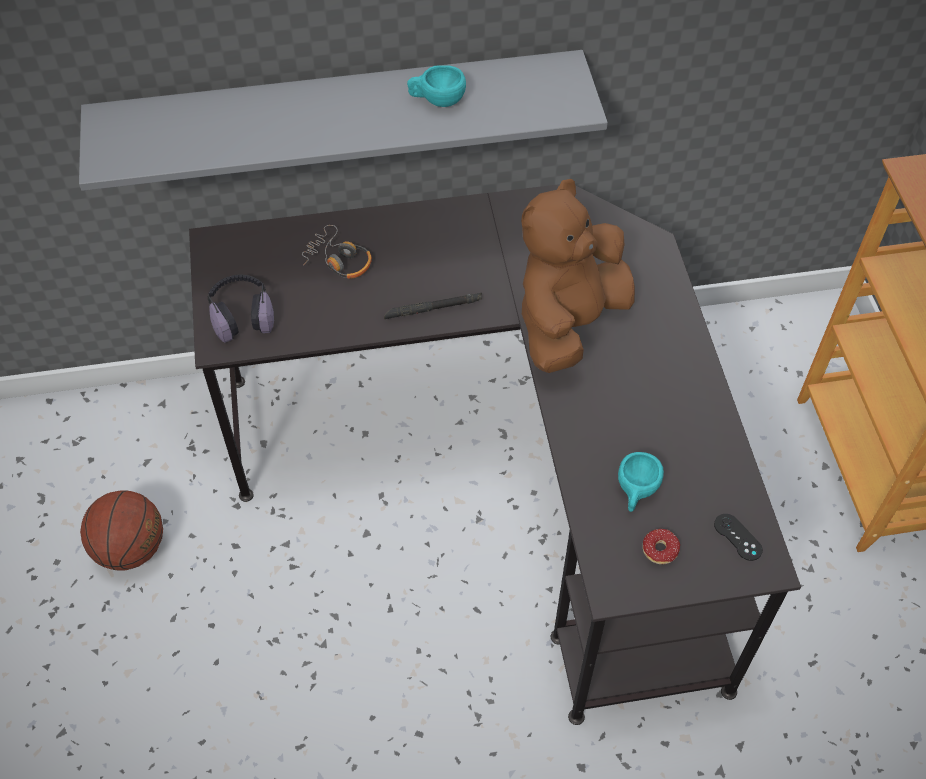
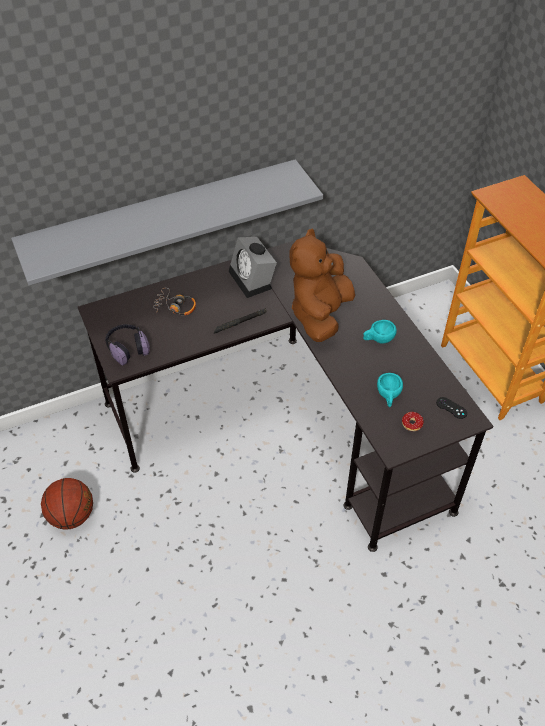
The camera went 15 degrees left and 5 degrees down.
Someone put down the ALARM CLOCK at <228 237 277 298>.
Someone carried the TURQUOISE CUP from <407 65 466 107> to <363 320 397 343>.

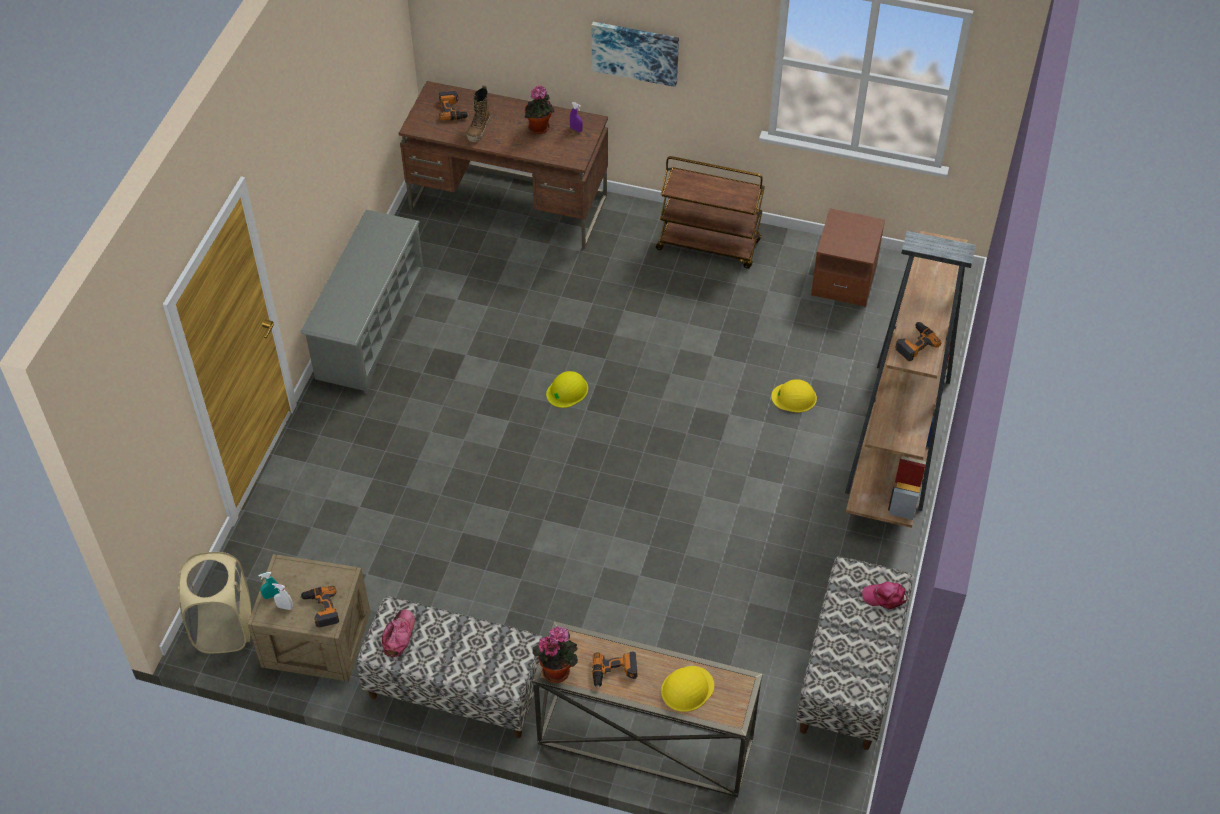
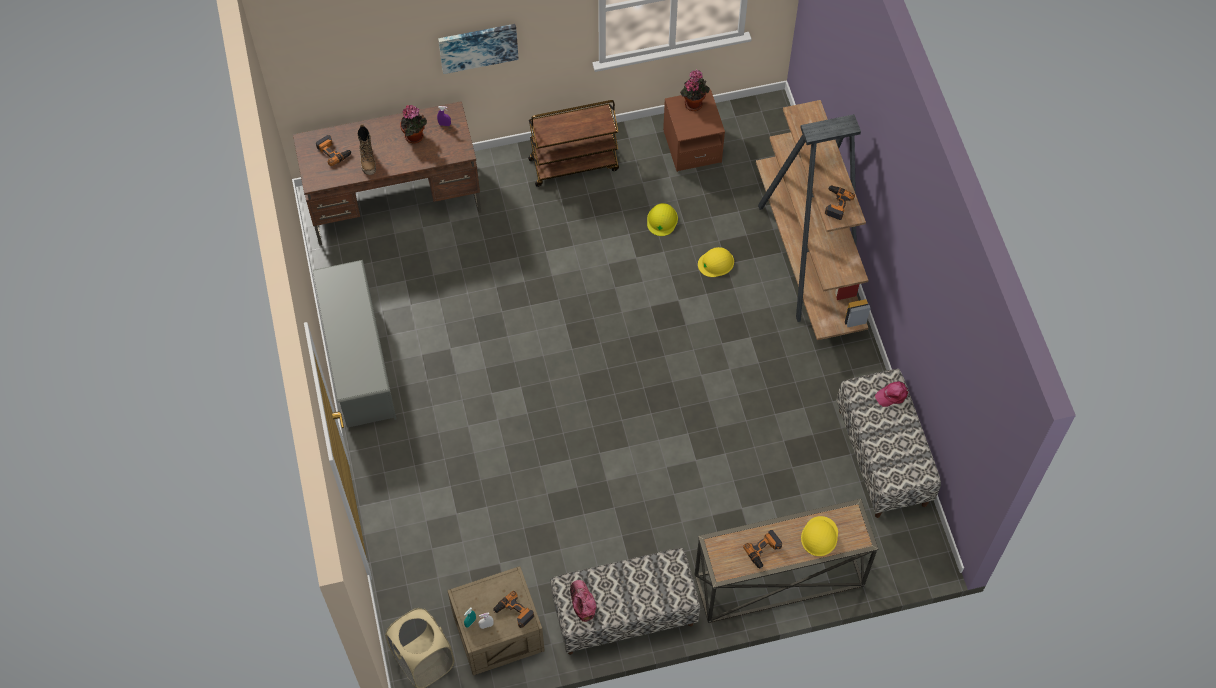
The camera went 30 degrees left and 10 degrees up.
Someone carried the POTTED PLANT from <533 626 578 683> to <680 69 710 111>.
Someone carried the YELLOW HARD HAT from <546 371 588 408> to <647 203 678 236>.

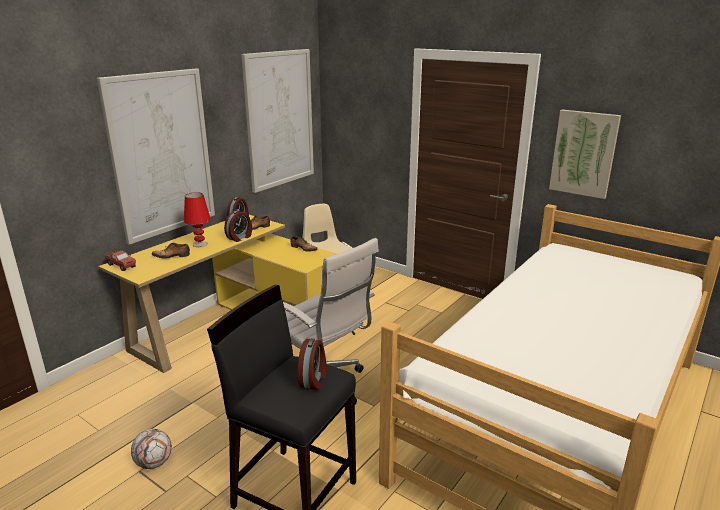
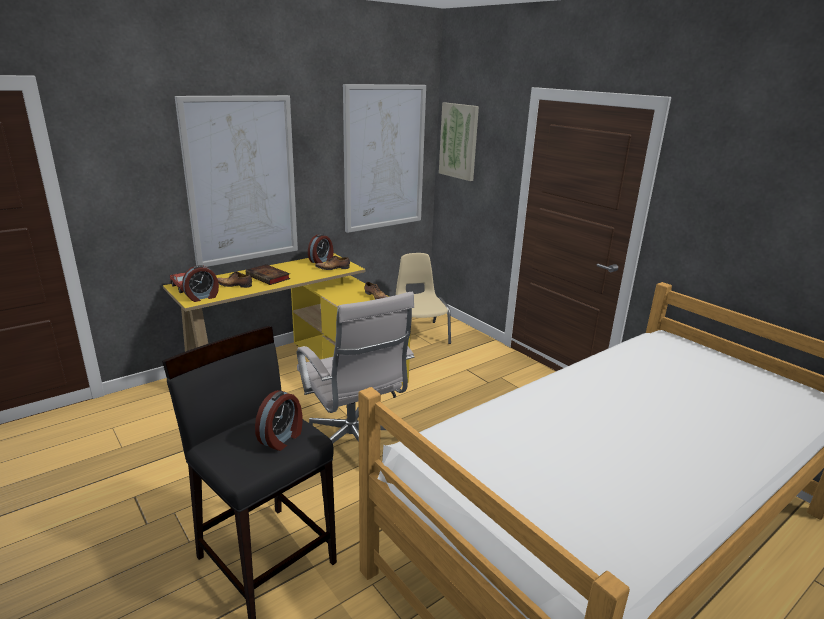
The camera went 15 degrees right and 0 degrees up.
Someone took away the FOOTBALL at <131 429 172 469>.
Someone carried the ALARM CLOCK from <224 210 252 242> to <182 265 219 302>.
Someone carried the PICTURE from <549 110 621 199> to <439 103 479 181>.
Someone swapped the RED TABLE LAMP at <184 192 211 247> for the BOOK at <246 264 290 285>.

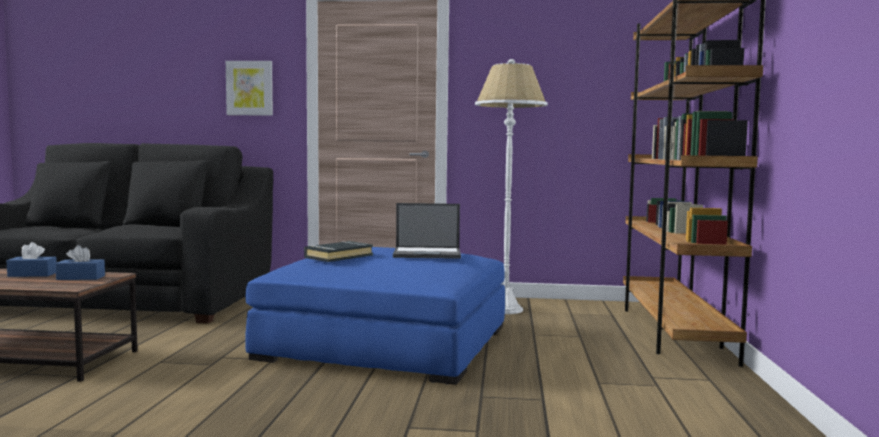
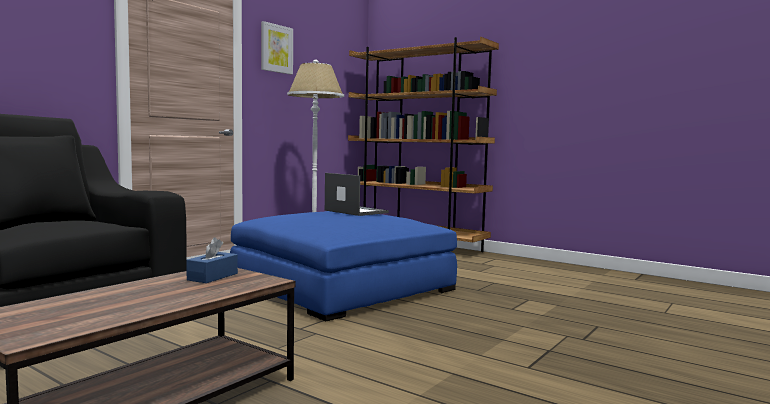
The camera went 60 degrees left and 0 degrees up.
Someone took away the BLUE TISSUE BOX at <6 242 57 277>.
Someone took away the BLACK BOOK at <304 241 373 262>.
Someone carried the PICTURE from <226 61 273 116> to <261 21 293 74>.
Someone rotated the LAPTOP at <393 203 461 259> by 75 degrees counterclockwise.

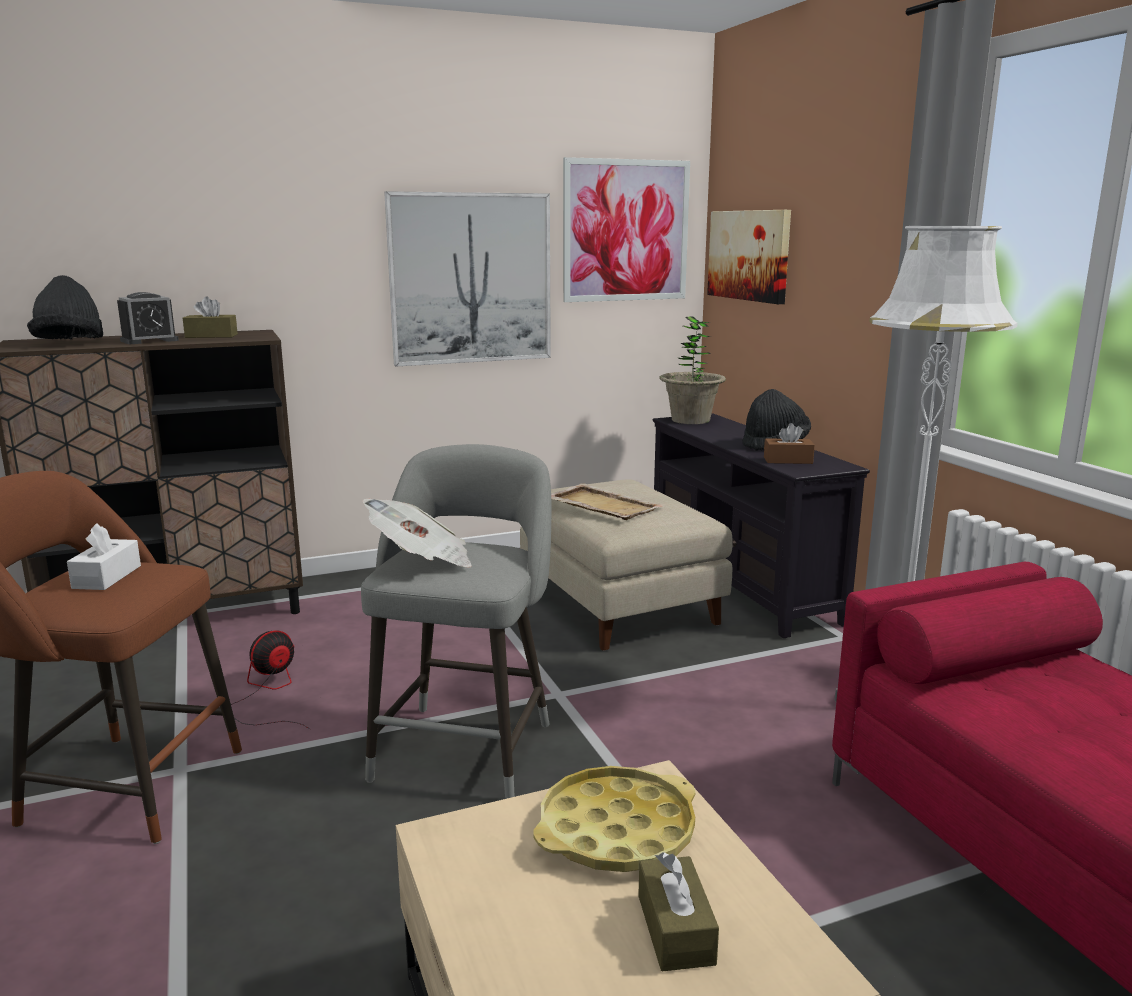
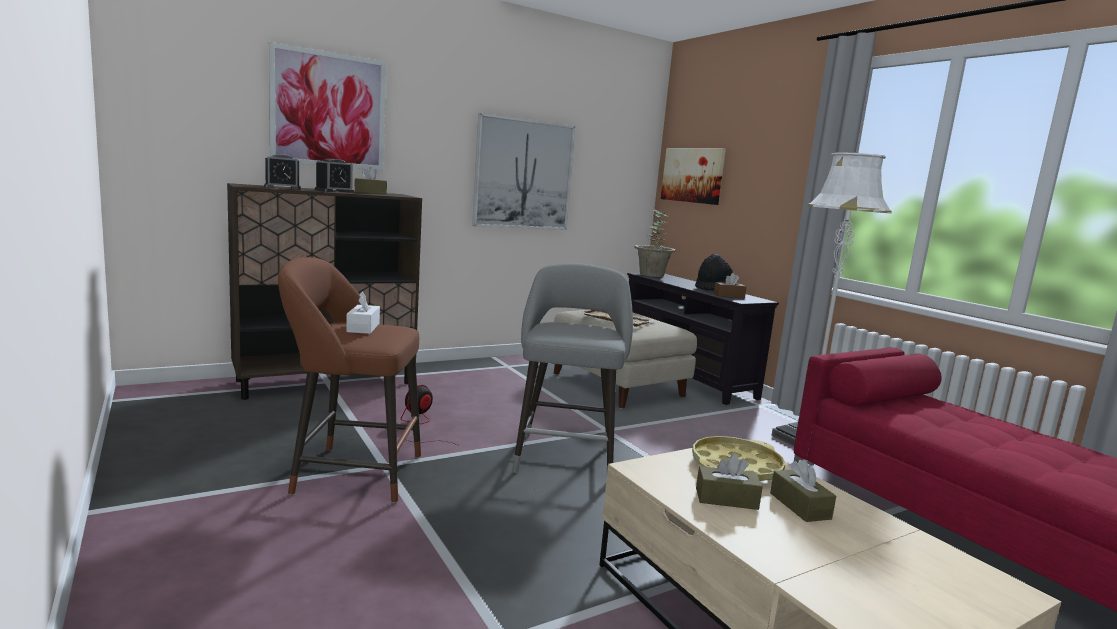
The camera went 10 degrees left and 5 degrees down.
Someone took away the NEWSPAPER at <363 498 471 567>.
Someone put down the BROWN TISSUE BOX at <696 454 763 510>.
Someone carried the PICTURE from <563 157 690 302> to <269 42 386 171>.
Someone swapped the BLACK HAT at <27 275 103 339> for the ALARM CLOCK at <264 154 301 190>.

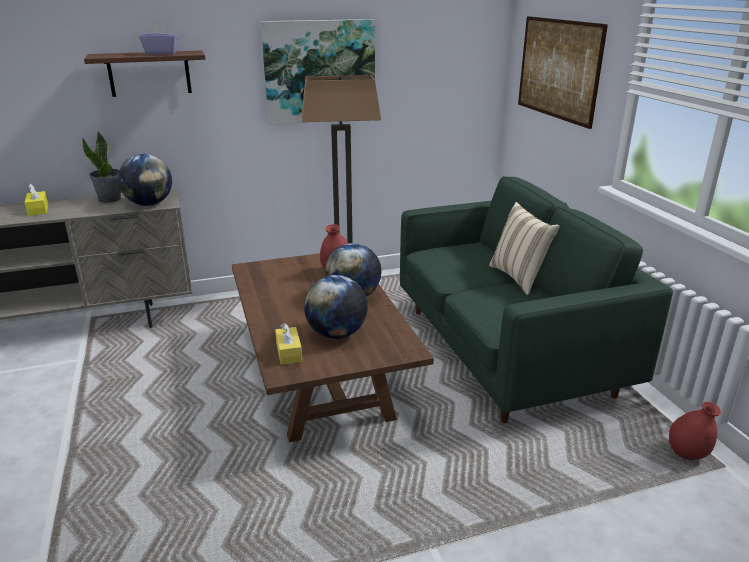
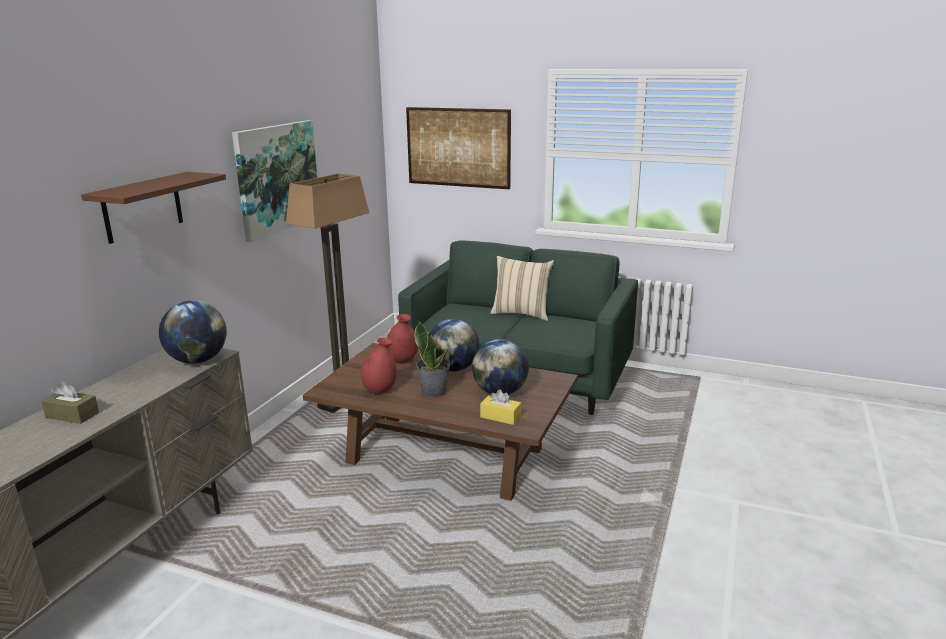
The camera went 50 degrees left and 5 degrees down.
Someone took away the PURPLE TISSUE BOX at <139 25 179 55>.
Someone carried the POTTED PLANT from <82 131 121 203> to <414 321 450 397>.
Someone carried the RED VASE from <669 401 721 460> to <361 338 397 394>.
Someone repainted the YELLOW TISSUE BOX at <25 184 48 216>, which became the BROWN TISSUE BOX at <41 382 99 424>.

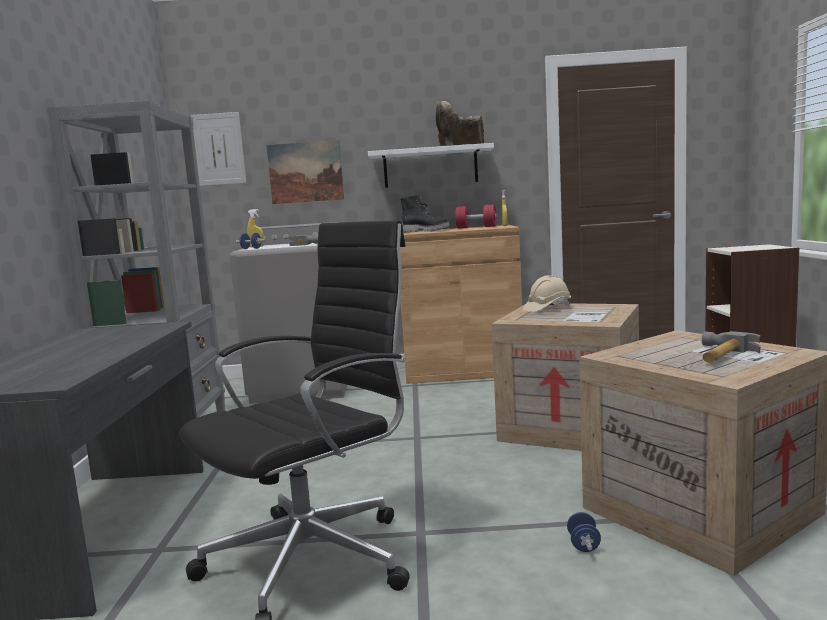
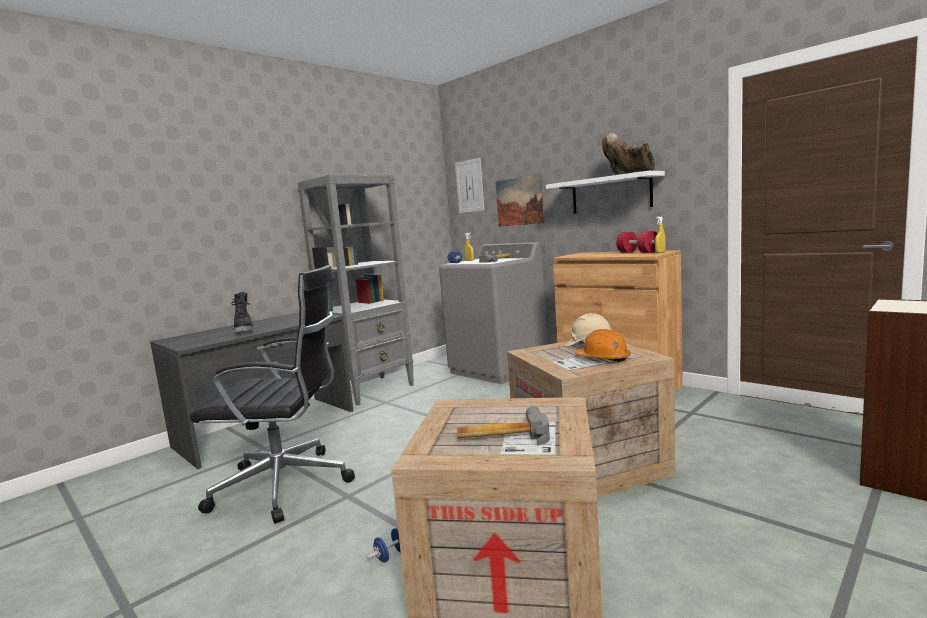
The camera went 45 degrees right and 0 degrees up.
Someone put down the ORANGE HARD HAT at <575 329 631 362>.
Someone carried the BLACK BOOT from <400 195 450 233> to <231 292 254 334>.

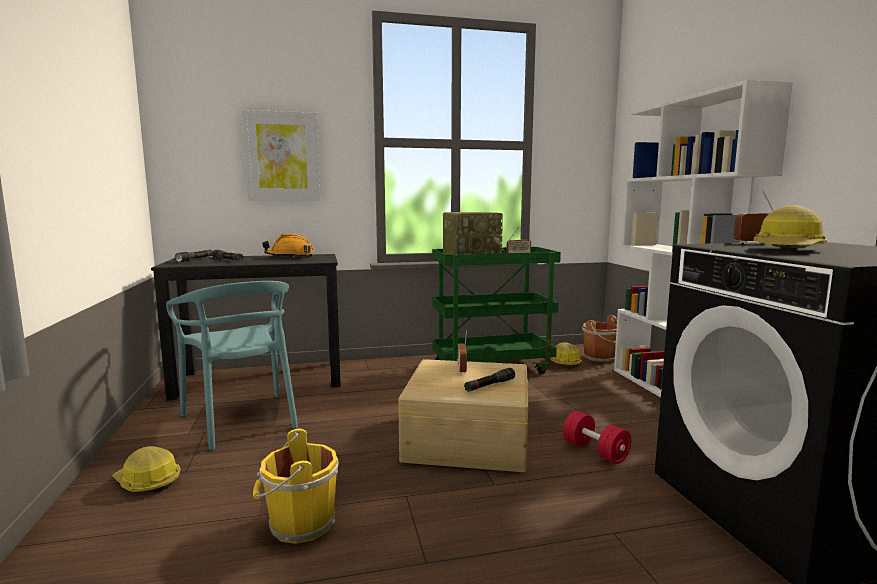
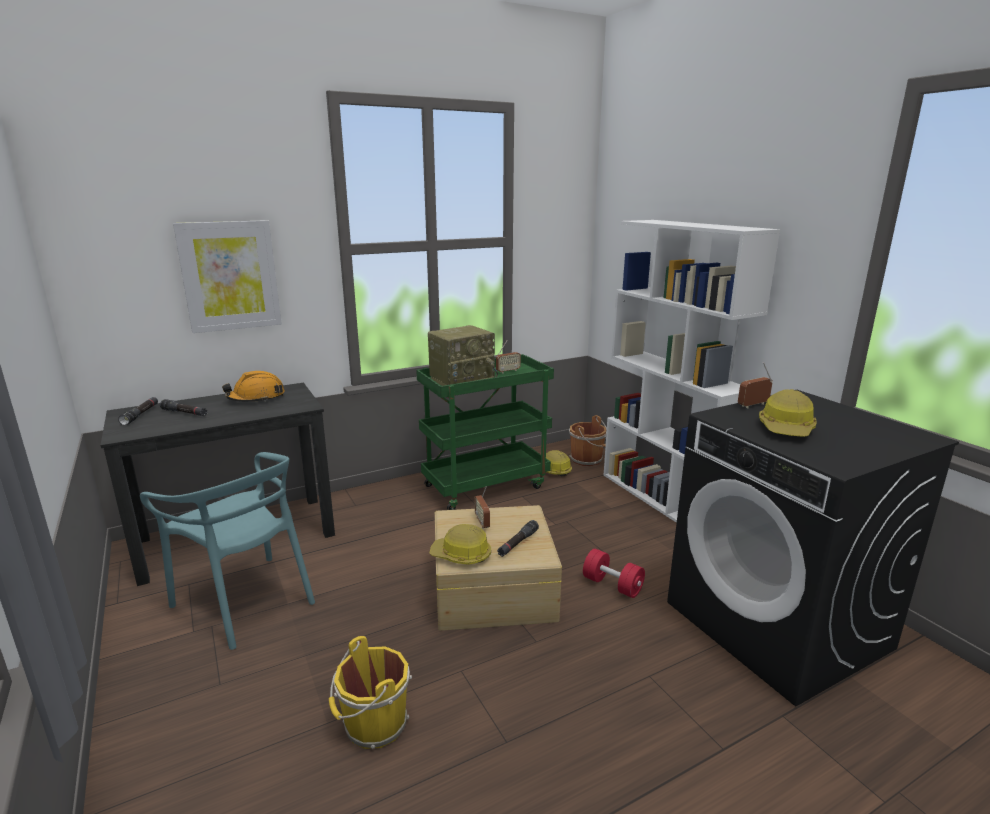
The camera went 15 degrees left and 10 degrees up.
Someone carried the HARD HAT from <112 446 181 492> to <429 524 491 565>.

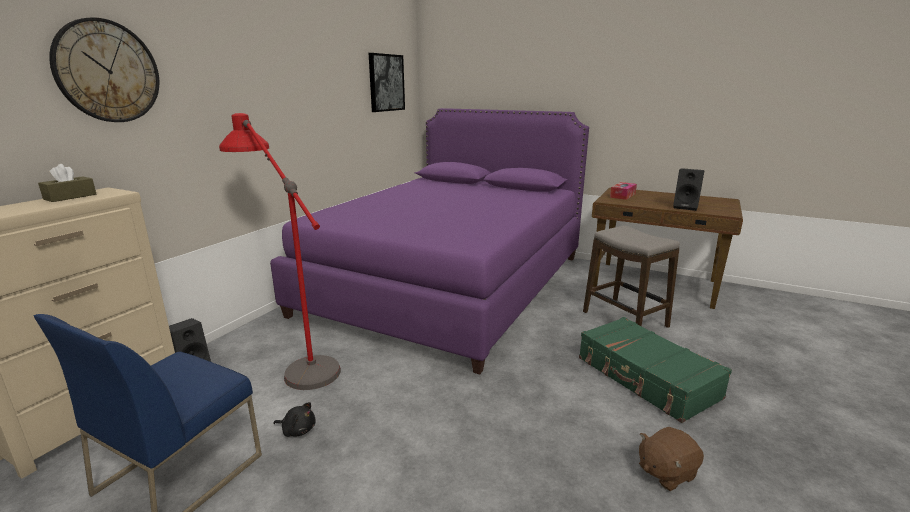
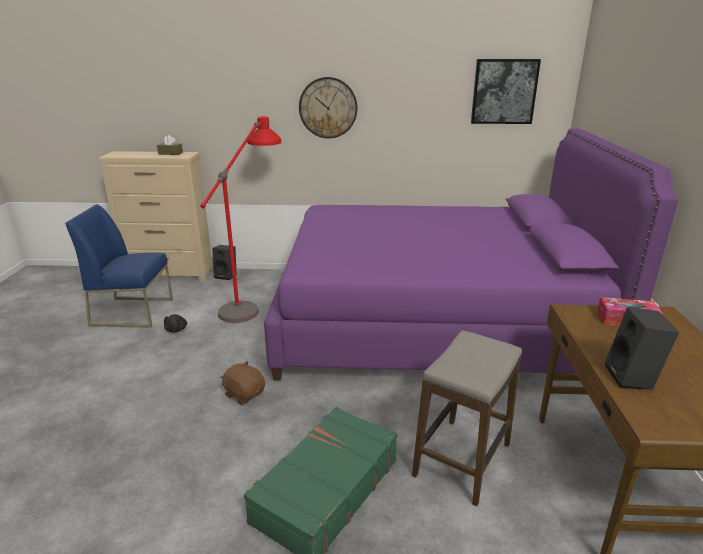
The camera went 65 degrees right and 5 degrees up.
Someone carried the WALL CLOCK from <49 17 160 122> to <299 77 357 139>.
Someone carried the BROWN PLUSH TOY from <639 427 704 491> to <220 361 265 405>.

